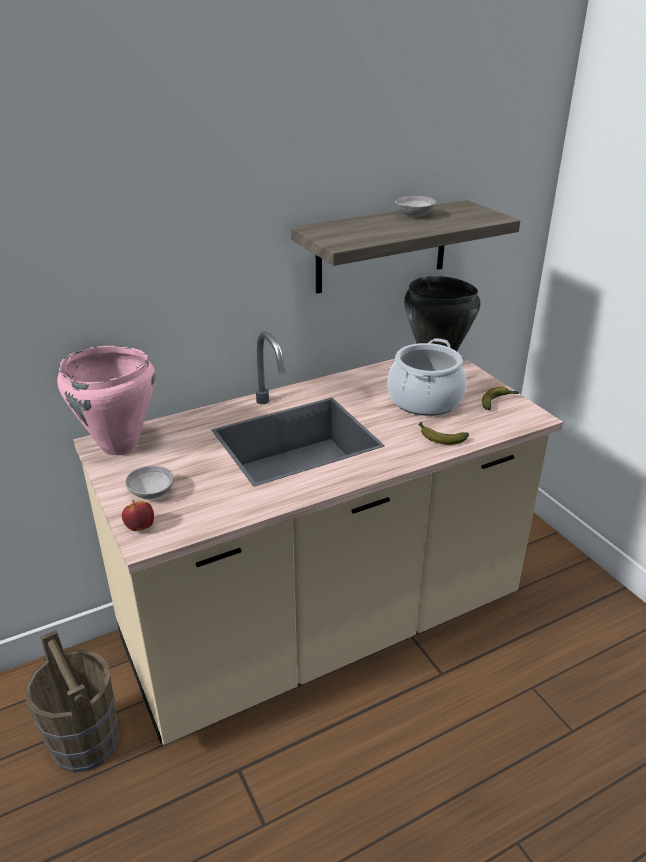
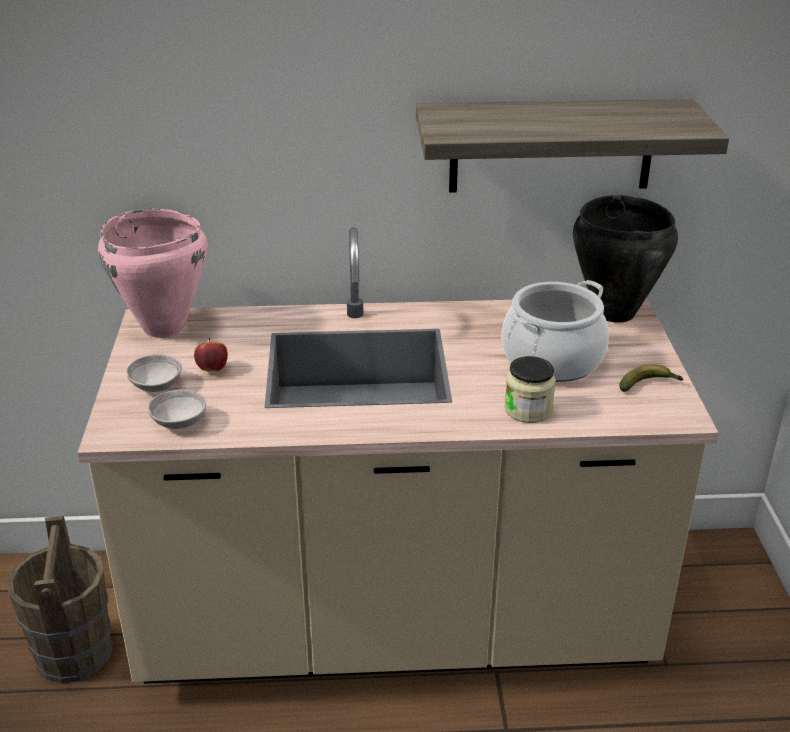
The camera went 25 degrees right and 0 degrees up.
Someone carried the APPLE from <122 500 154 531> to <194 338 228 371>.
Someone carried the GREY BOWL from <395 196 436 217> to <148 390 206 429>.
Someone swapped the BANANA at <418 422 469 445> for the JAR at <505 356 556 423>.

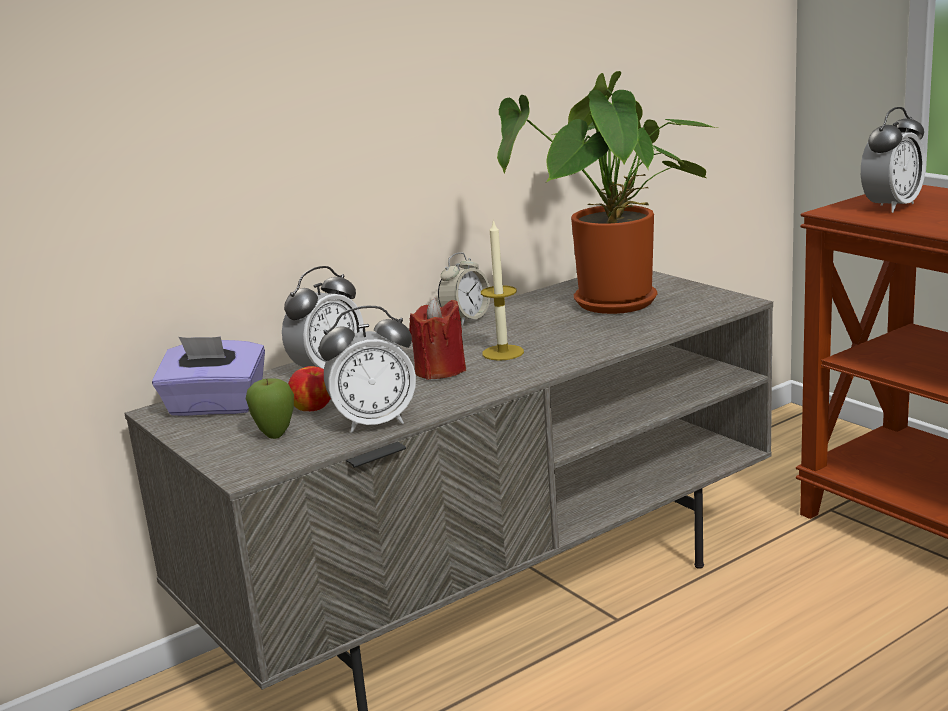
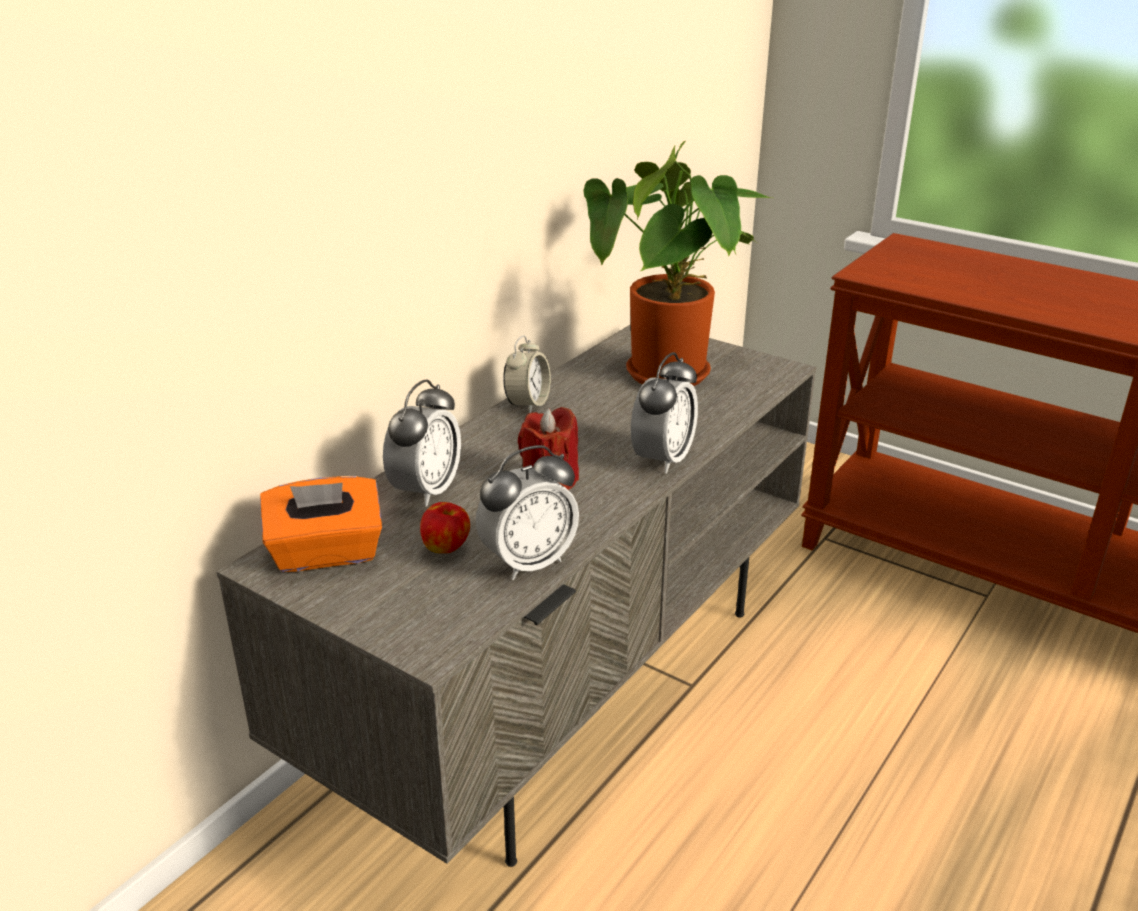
The camera went 20 degrees left and 10 degrees up.
Someone took away the APPLE at <246 378 294 439>.
Someone took away the CANDLE at <481 219 524 361>.
Someone carried the ALARM CLOCK from <861 107 926 213> to <631 352 698 474>.
Someone repainted the PURPLE TISSUE BOX at <152 337 265 416>, which became the ORANGE TISSUE BOX at <260 476 382 572>.

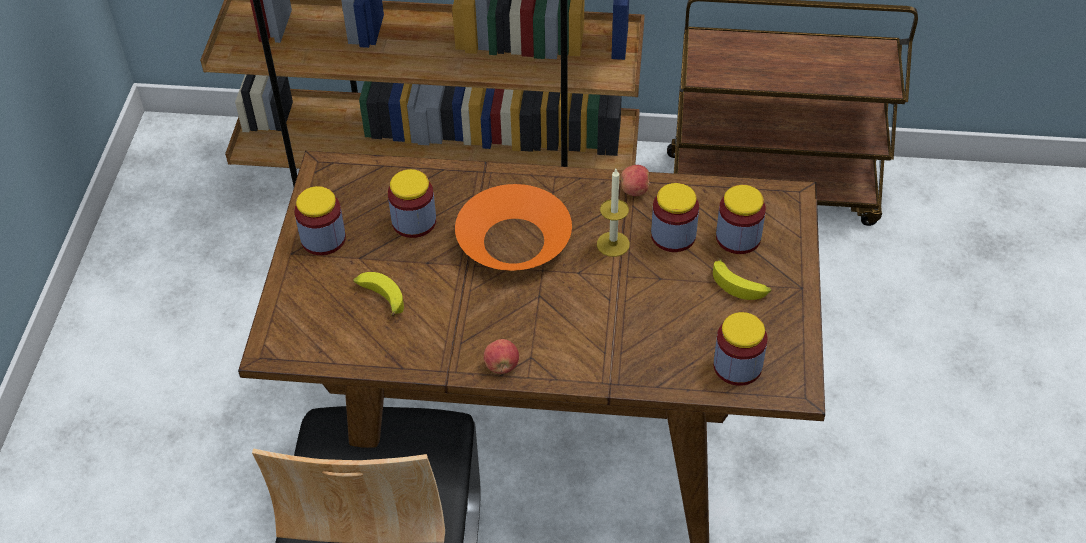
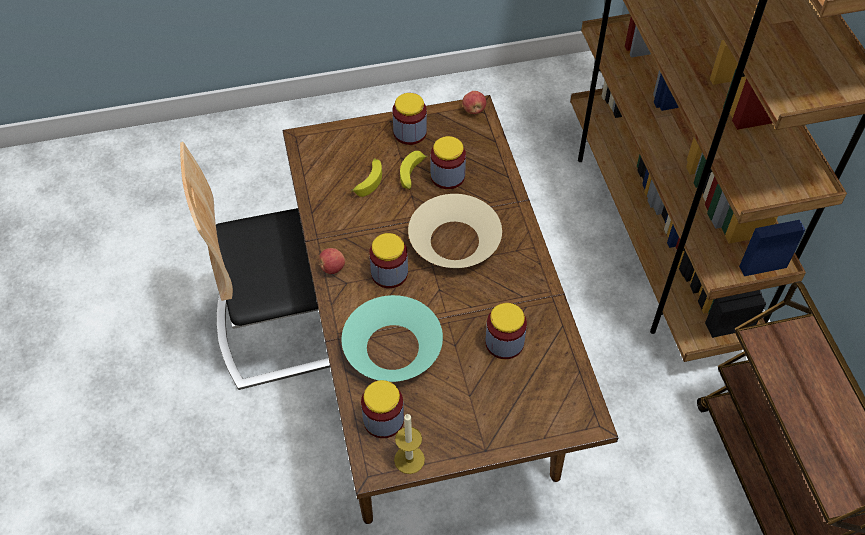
The camera went 70 degrees right and 5 degrees up.
Someone put down the TURQUOISE BOWL at <342 295 443 382>.
Someone carried the CANDLE from <597 169 630 257> to <394 413 425 474>.
Someone carried the APPLE from <621 165 651 196> to <463 91 486 114>.
Someone carried the BANANA from <713 258 771 300> to <400 151 428 190>.
Someone carried the JAR from <716 185 766 254> to <369 233 408 288>.
Someone repainted the ORANGE BOWL at <455 184 572 271>, which became the BEIGE BOWL at <408 194 502 268>.

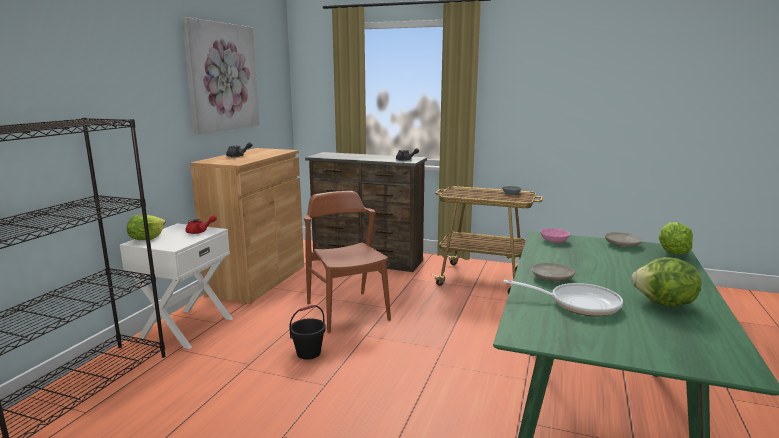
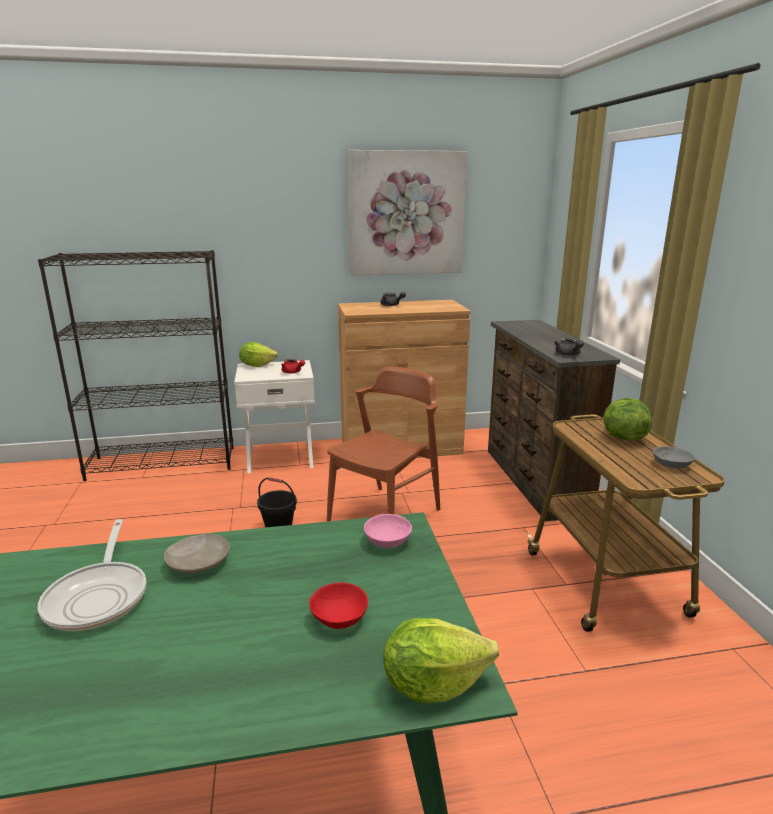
The camera went 60 degrees right and 5 degrees up.
Someone took away the BEIGE PLATE at <605 232 642 247>.
Someone put down the RED BOWL at <309 583 368 629>.
Someone carried the LETTUCE from <631 257 701 307> to <603 398 652 441>.

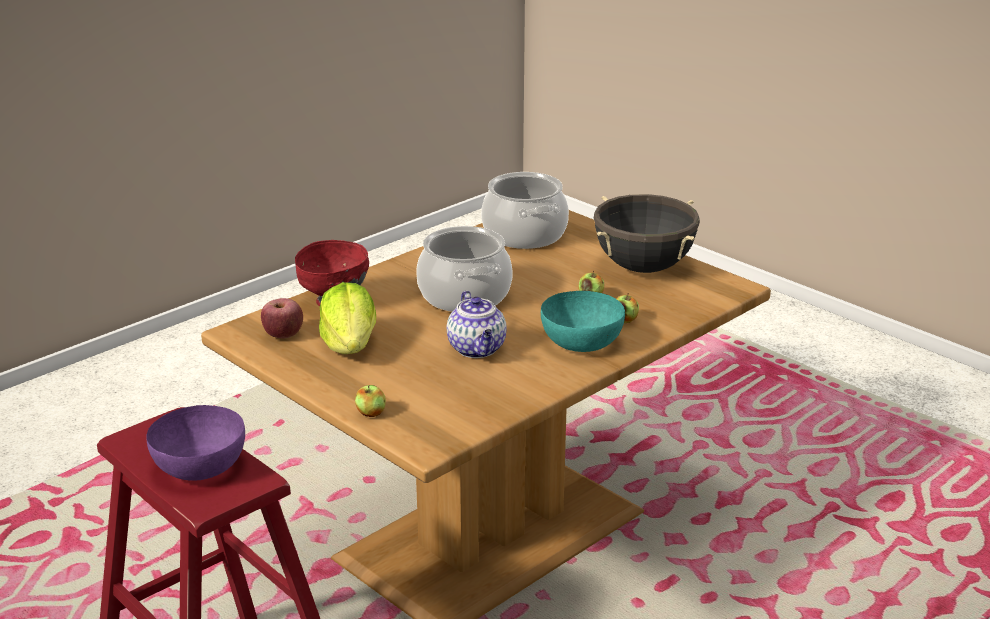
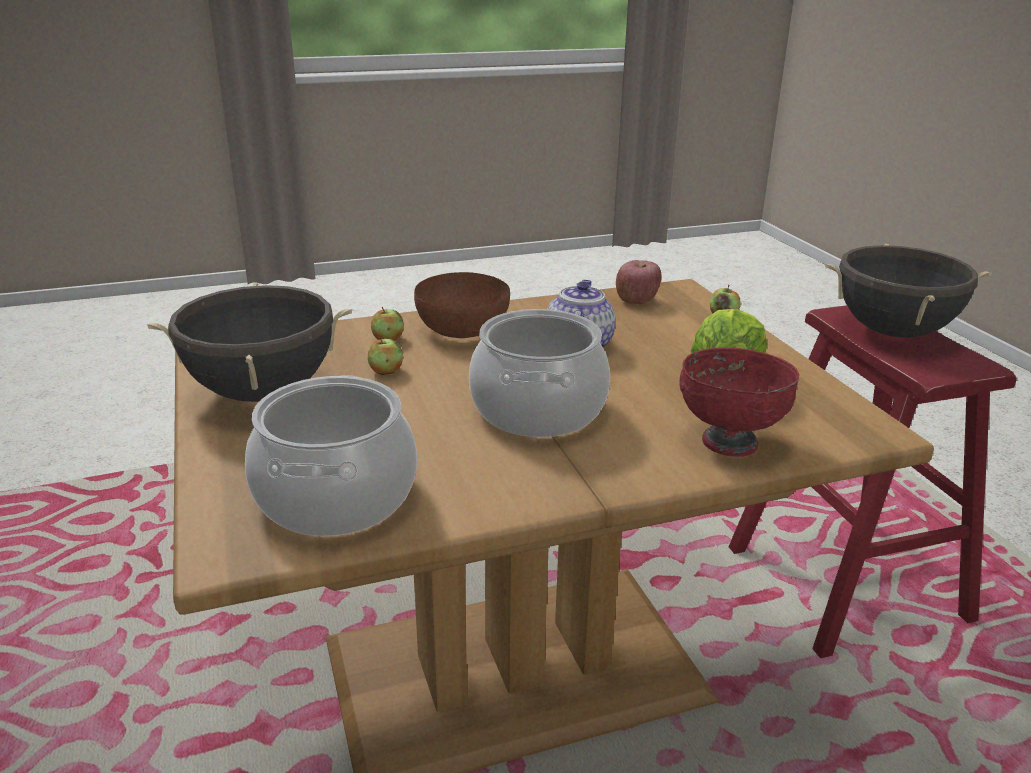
The camera went 155 degrees left and 0 degrees up.
Someone carried the APPLE from <261 298 303 338> to <616 260 661 304>.
Someone swapped the PURPLE BOWL at <146 405 245 481> for the BLACK COOKING POT at <825 243 992 338>.
Someone repainted the TURQUOISE BOWL at <541 291 625 352>, which became the BROWN BOWL at <414 272 510 338>.

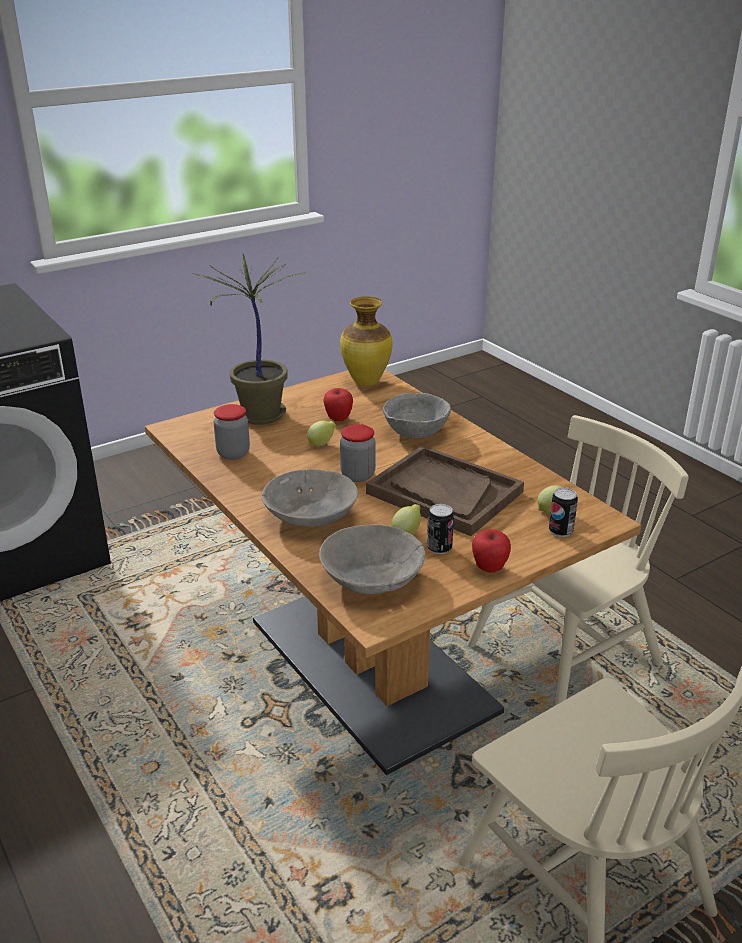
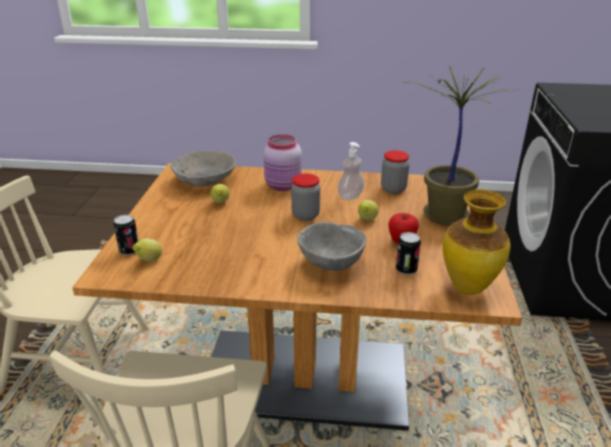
The camera went 130 degrees right and 0 degrees up.
Someone took away the BROWN TRAY at <366 445 524 536>.
Someone took away the APPLE at <472 529 511 573>.
Someone put down the SOAP DISPENSER at <338 142 364 200>.
Someone carried the CAN from <427 504 454 554> to <396 232 421 275>.
Someone swapped the GREY BOWL at <261 469 358 527> for the PINK JAR at <264 134 302 191>.

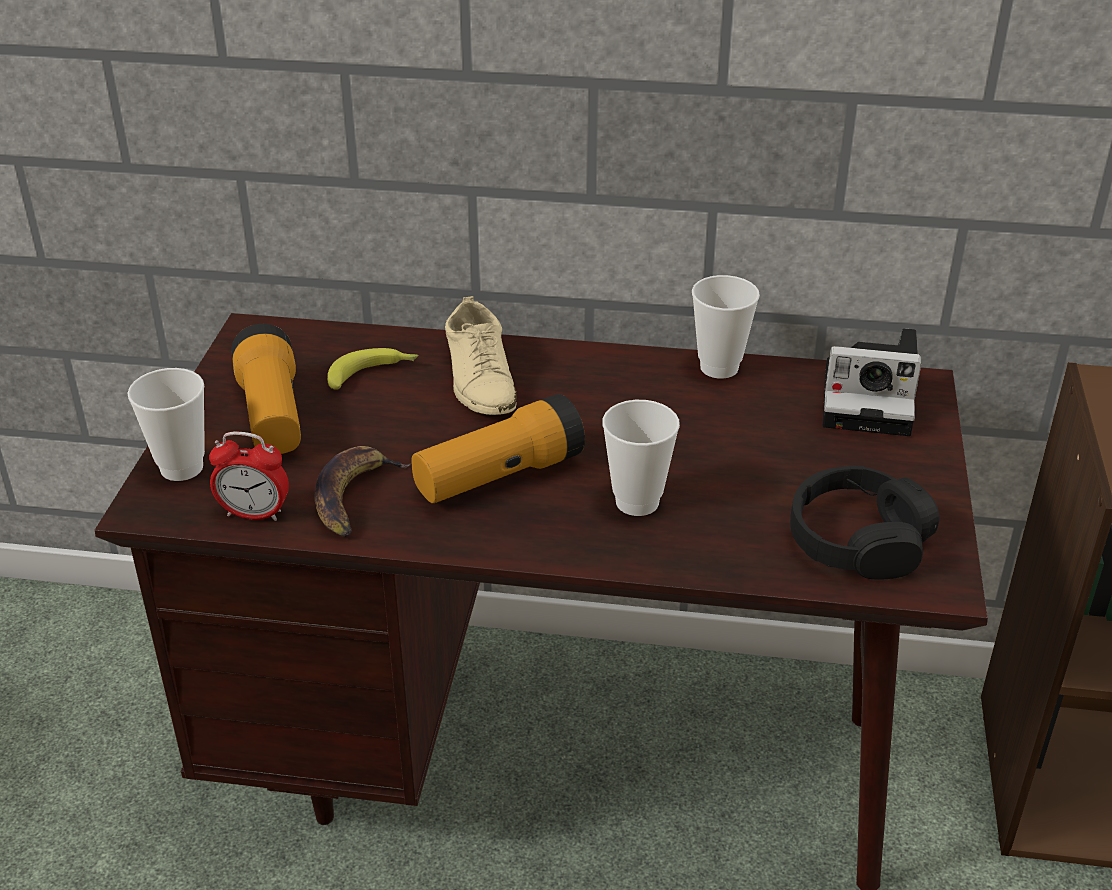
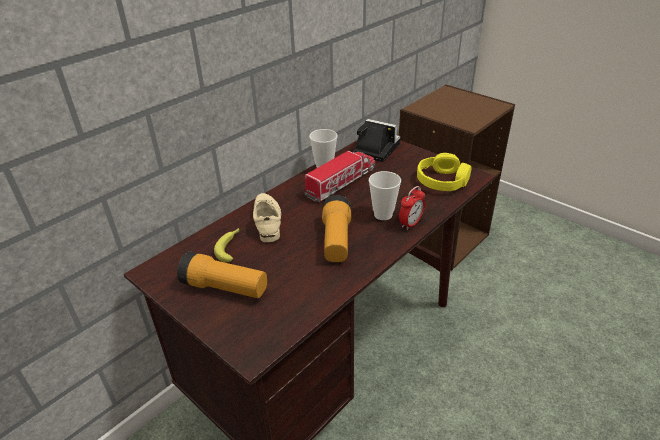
The camera went 55 degrees left and 0 degrees up.
Someone took away the CUP at <128 368 205 481>.
Someone took away the BANANA at <314 446 410 537>.
Someone put down the TOY TRUCK at <304 151 375 202>.
Someone carried the ALARM CLOCK from <209 432 289 521> to <399 186 425 230>.
Someone repainted the BLACK HEADPHONES at <790 466 939 580>, which became the YELLOW HEADPHONES at <417 153 472 191>.
Someone rotated the BEIGE SHOE at <445 296 517 415> by 120 degrees counterclockwise.
Someone rotated the PHOTO CAMERA at <823 328 921 436> by 105 degrees counterclockwise.

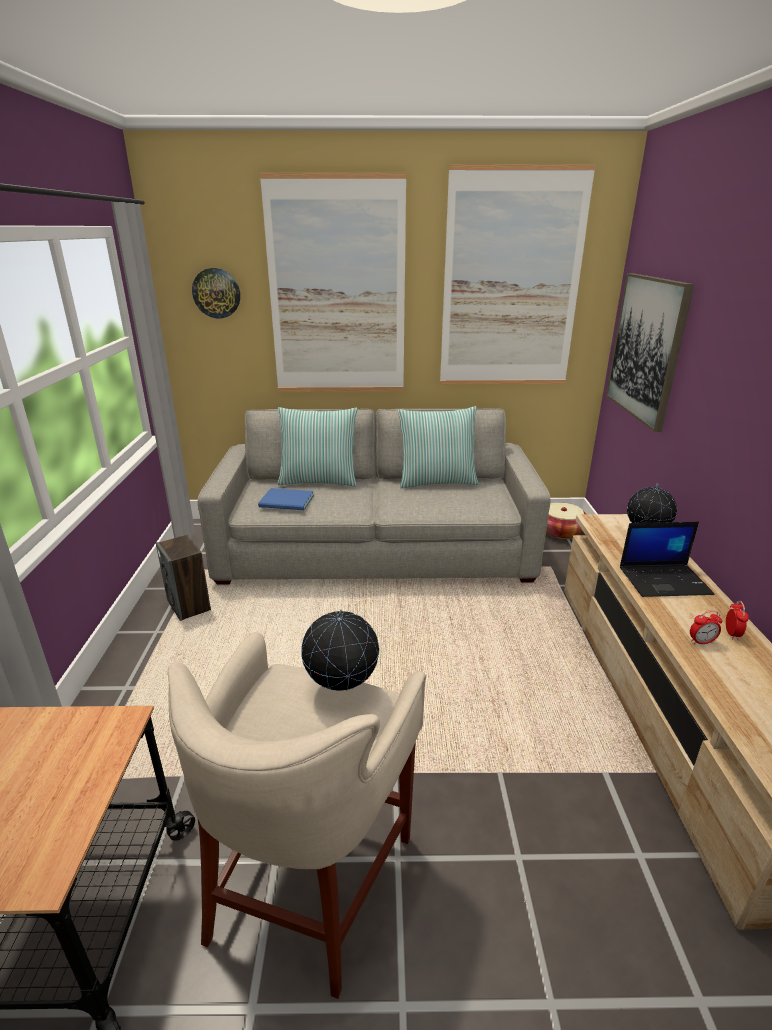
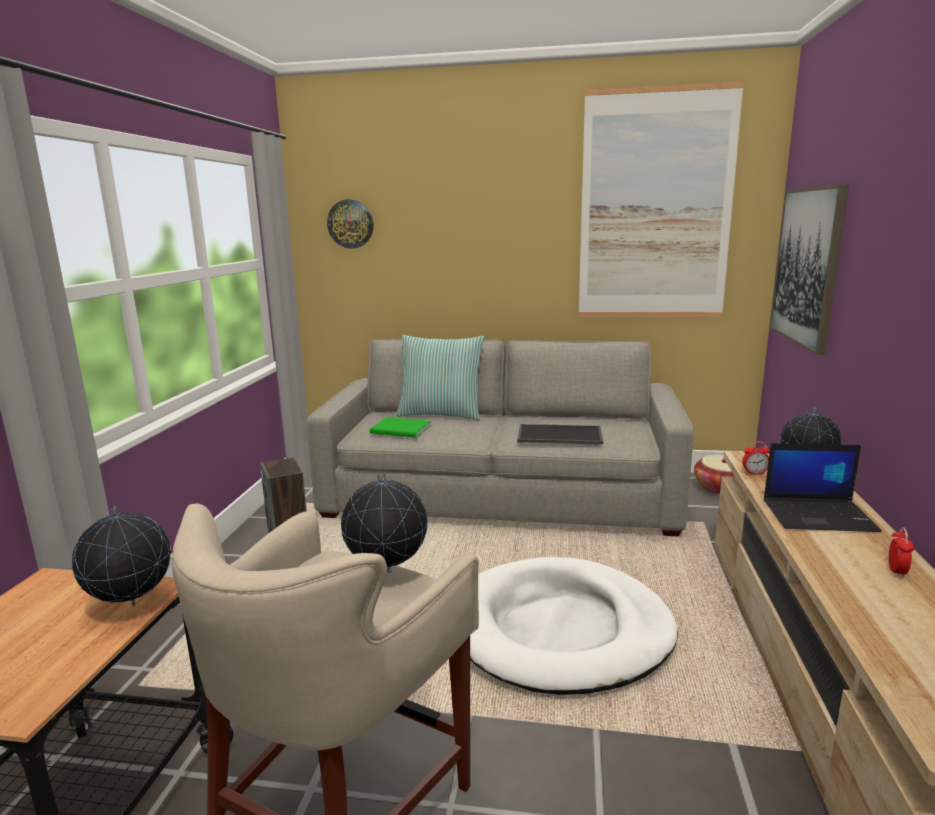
The camera went 10 degrees right and 10 degrees down.
Someone took away the PICTURE at <260 173 406 392>.
Someone took away the PILLOW at <398 406 479 488>.
Someone put down the GLOBE at <72 506 171 606>.
Someone put down the WHITE DOG BED at <470 557 678 695>.
Someone put down the TRAY at <517 424 603 445>.
Someone carried the ALARM CLOCK from <690 611 722 645> to <742 442 770 475>.
Someone repainted the BLUE BOOK at <258 488 314 510>, which became the GREEN BOOK at <370 417 431 438>.

